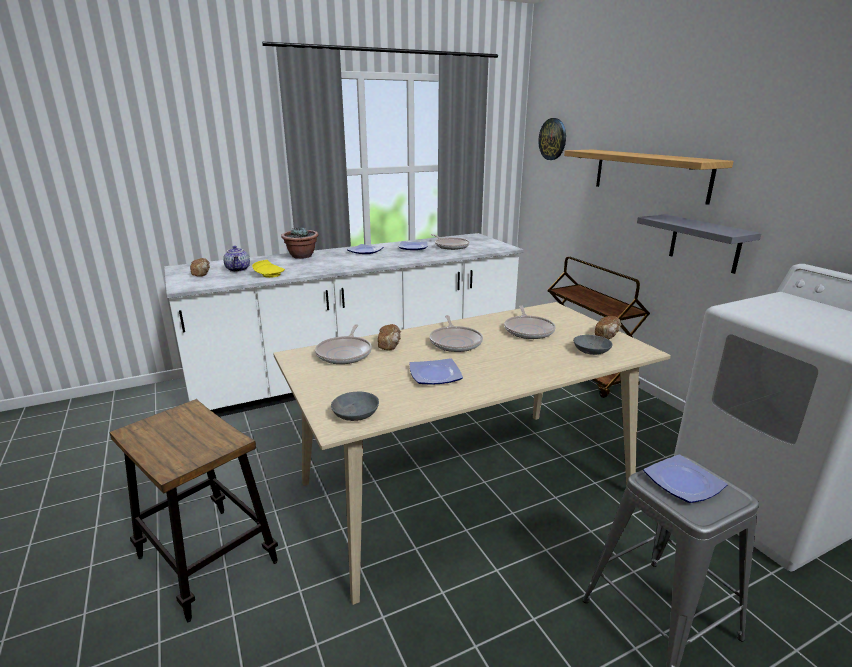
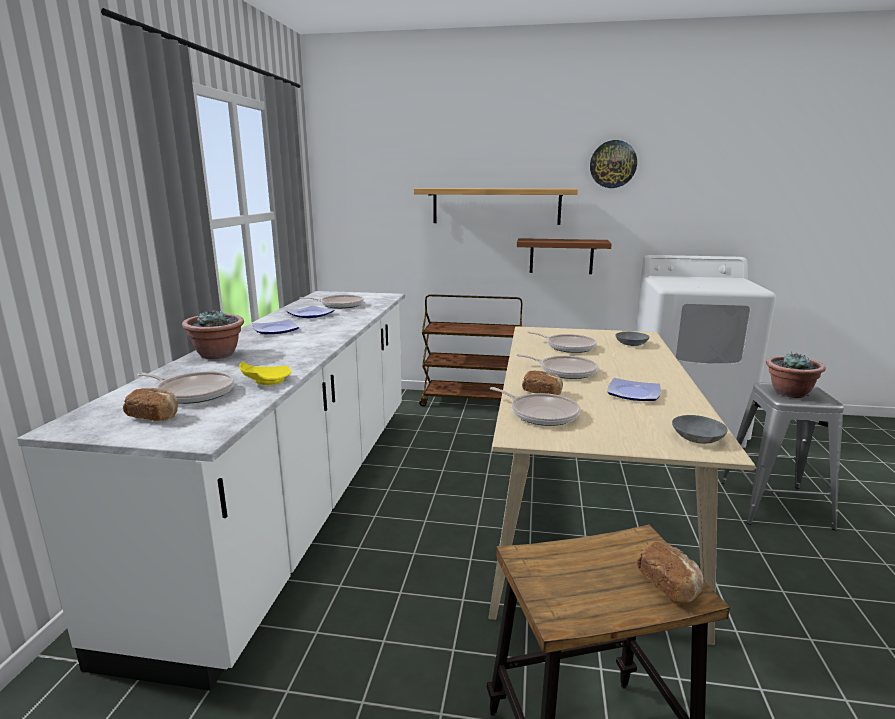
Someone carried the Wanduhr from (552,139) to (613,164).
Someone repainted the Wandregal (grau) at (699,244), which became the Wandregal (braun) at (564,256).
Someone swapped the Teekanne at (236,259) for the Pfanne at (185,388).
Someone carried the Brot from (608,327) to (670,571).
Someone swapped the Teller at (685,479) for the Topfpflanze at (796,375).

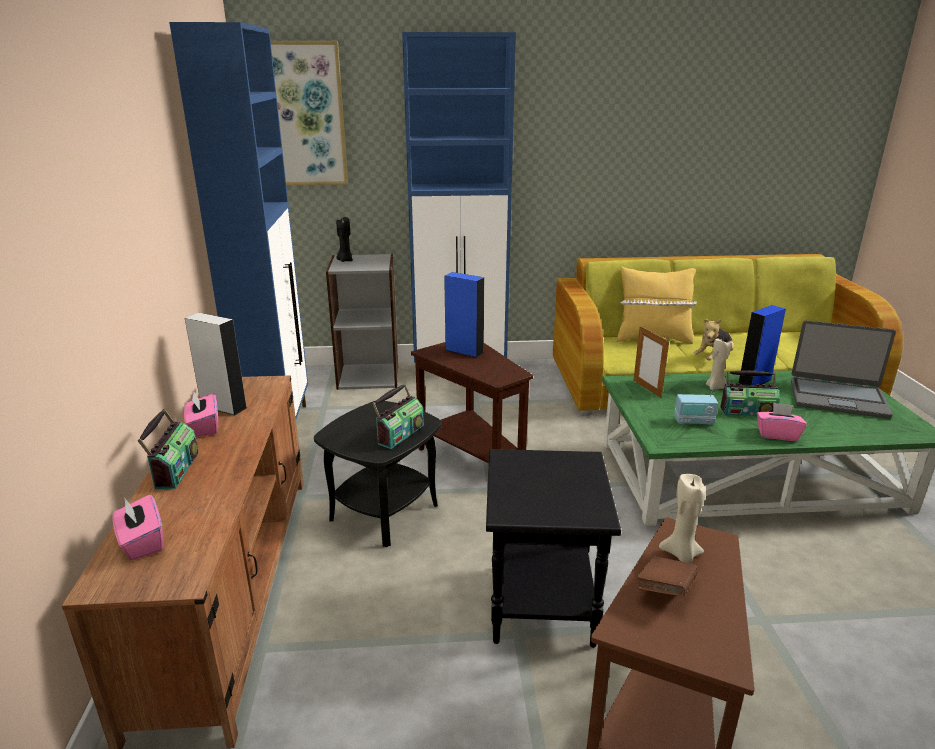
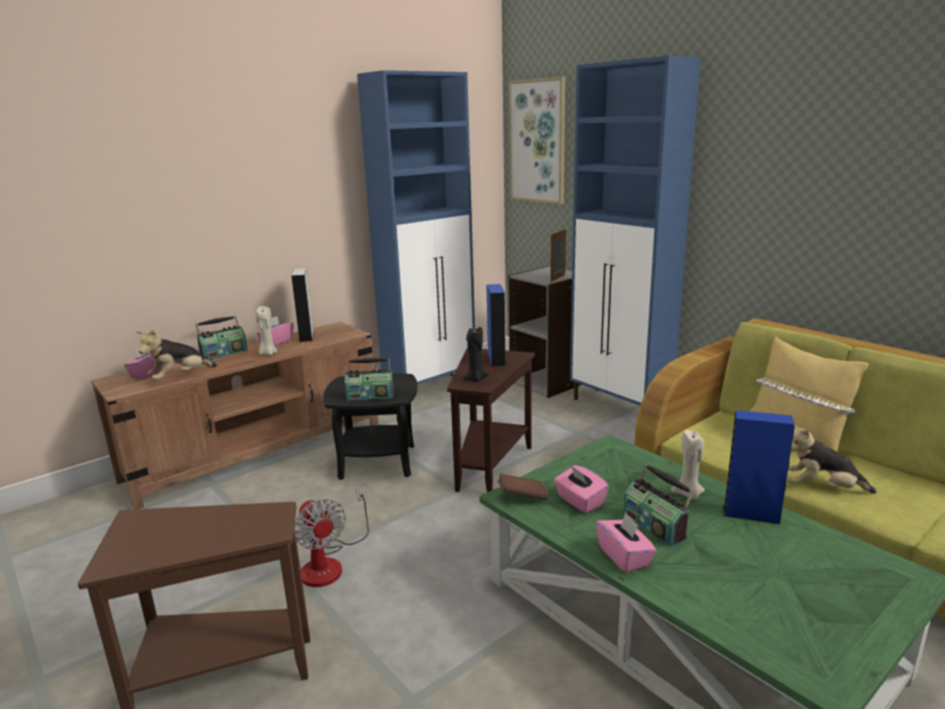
Someone carried the Kerze (schwarz) from (344,239) to (476,354).
Someone took away the Laptop at (843,369).
Someone carried the Bilderrahmen from (651,362) to (558,255).
Someone swapped the Radio at (696,403) for the Taschentuchbox (rosa) at (581,489).
Someone swapped the Beistelltisch (schwarz) at (553,548) for the Ventilator at (332,536).
Someone carried the Kerze (beige) from (682,518) to (266,330).
Someone carried the Buch (braun) from (667,576) to (523,486).
Someone put down the Plüschtier at (176,355).

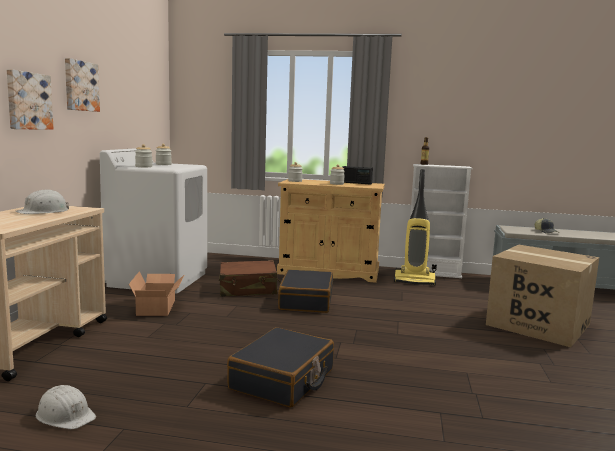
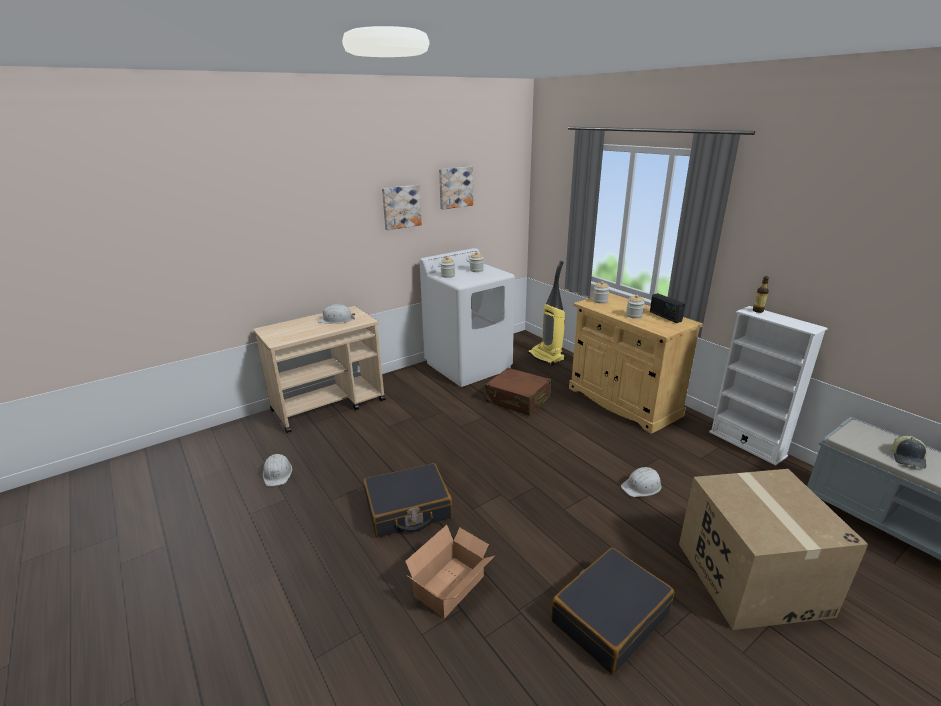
Someone carried the Bild from (30,99) to (456,188).
Someone carried the Staubsauger from (415,227) to (547,313).
Someone carried the Koffer (schwarz) from (305,291) to (612,611).
Someone carried the Karton from (157,293) to (449,571).
Someone put down the Schutzhelm (weiß) at (641,482).

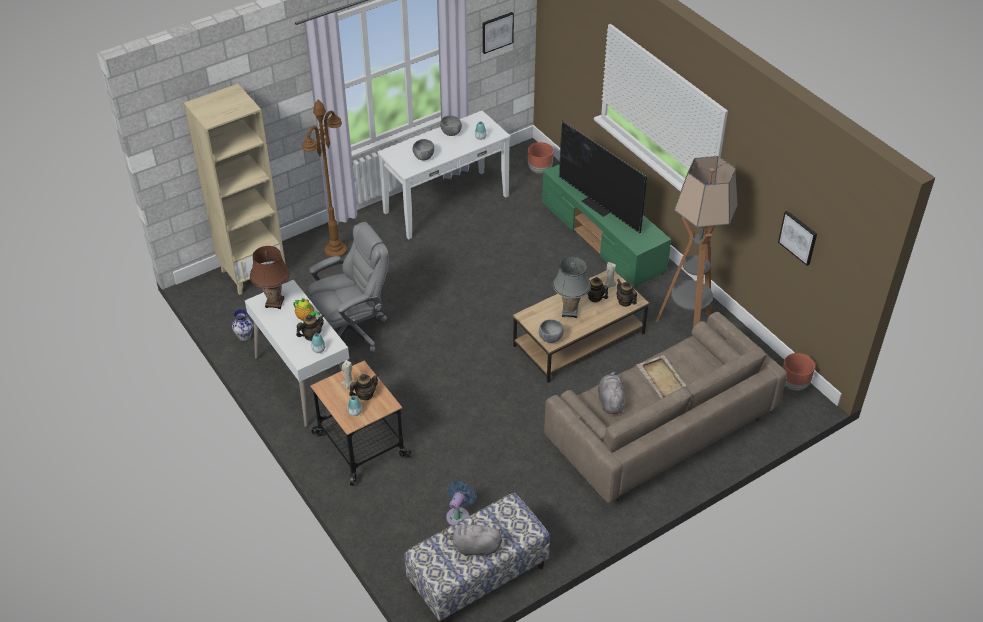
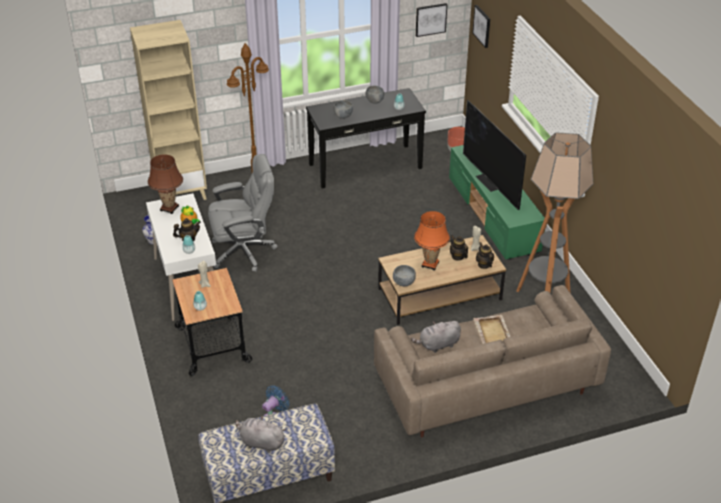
Someone repainted the Konsolentisch (weiß) at (444,175), which became the Konsolentisch (schwarz) at (366,138).
Someone carried the Bild from (797,238) to (481,26).
Someone repainted the Tischlampe (grau) at (572,287), which became the Tischlampe (orange) at (432,240).
Someone took away the Pflanzkübel (braun) at (799,372).
Someone rotated the Plüschtier (grau) at (611,392) by 120 degrees counterclockwise.
Someone took away the Teekanne at (364,387).

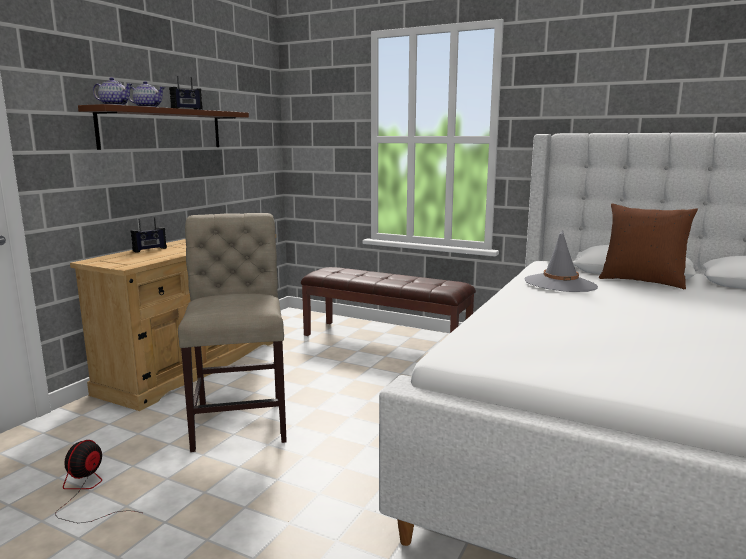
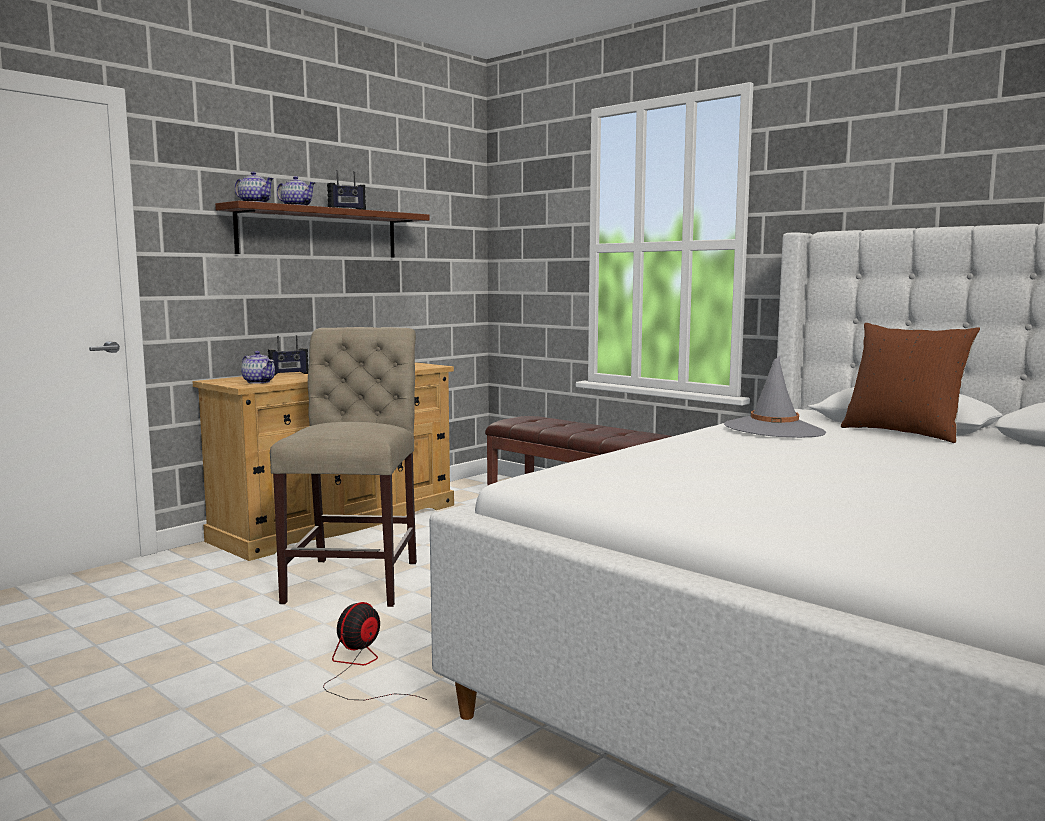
Someone carried the Ventilator from (98,481) to (375,651).
Someone put down the Teekanne at (258,367).

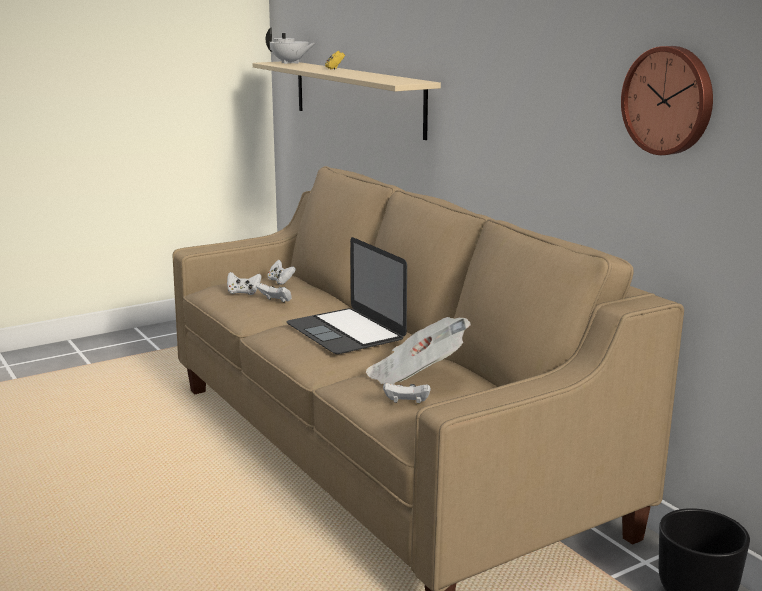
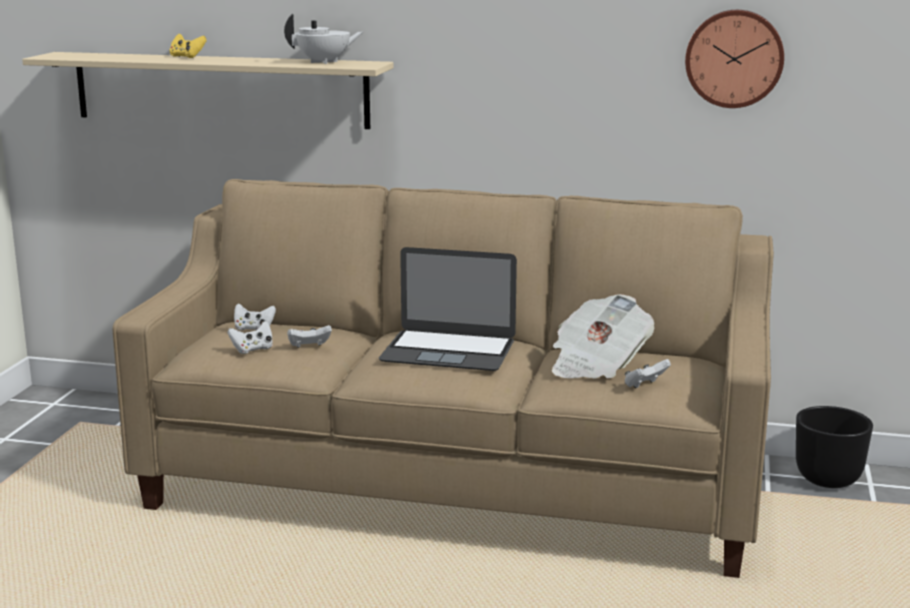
Someone carried the Teekanne (weiß) from (290,45) to (323,39).

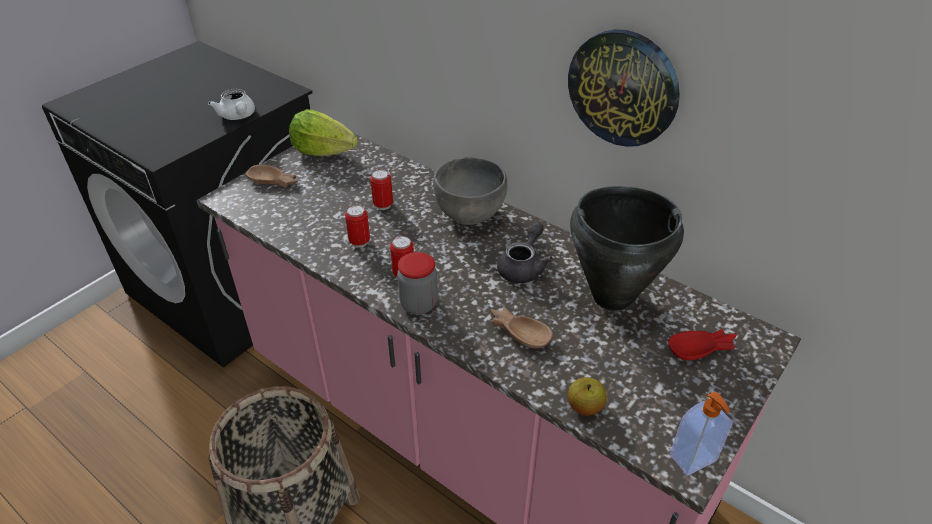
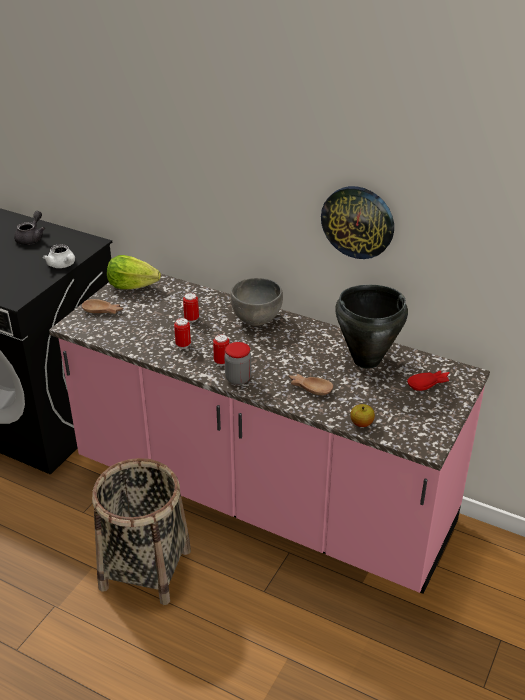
Someone carried the Teekanne (grau) from (525,252) to (29,228).
Someone took away the Seifenspender at (701,433).

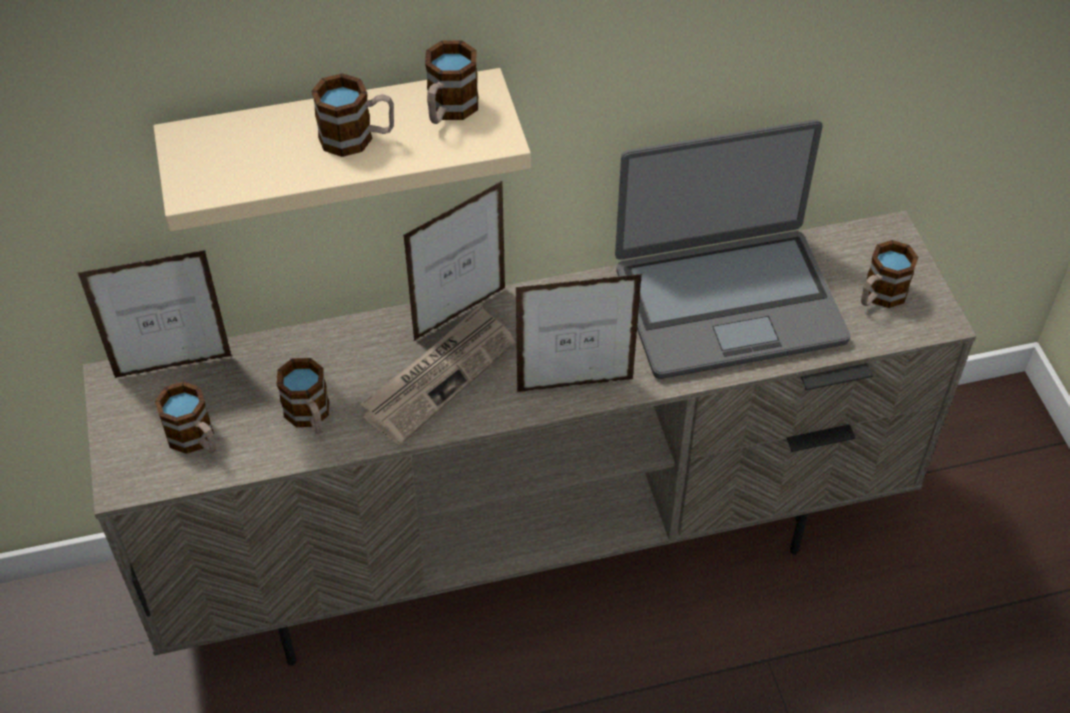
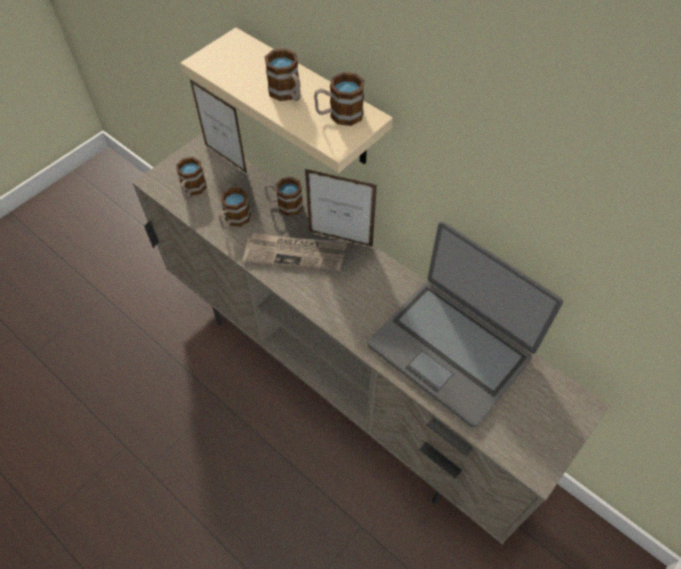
Someone carried the Henkelbecher from (890,274) to (283,196).
Someone took away the Bilderrahmen at (579,333).

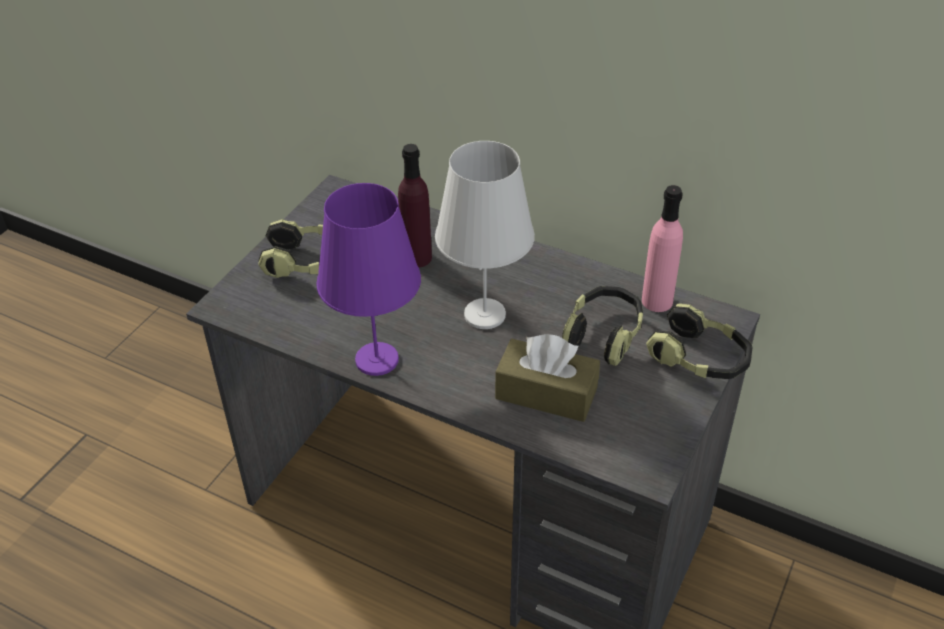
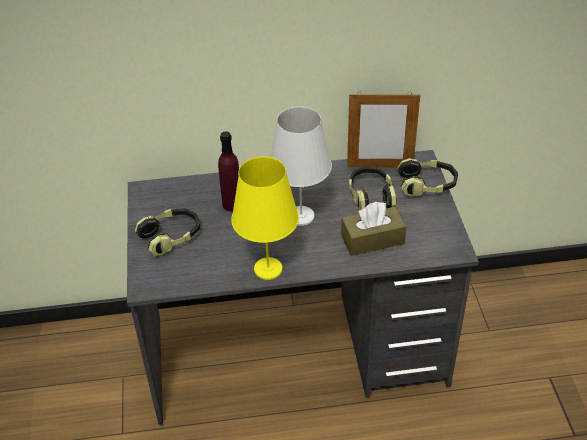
Someone repainted the Tischlampe (lila) at (368,279), which became the Tischlampe (gelb) at (265,218).
Someone swapped the Flasche (rosa) at (662,248) for the Bilderrahmen at (383,130).

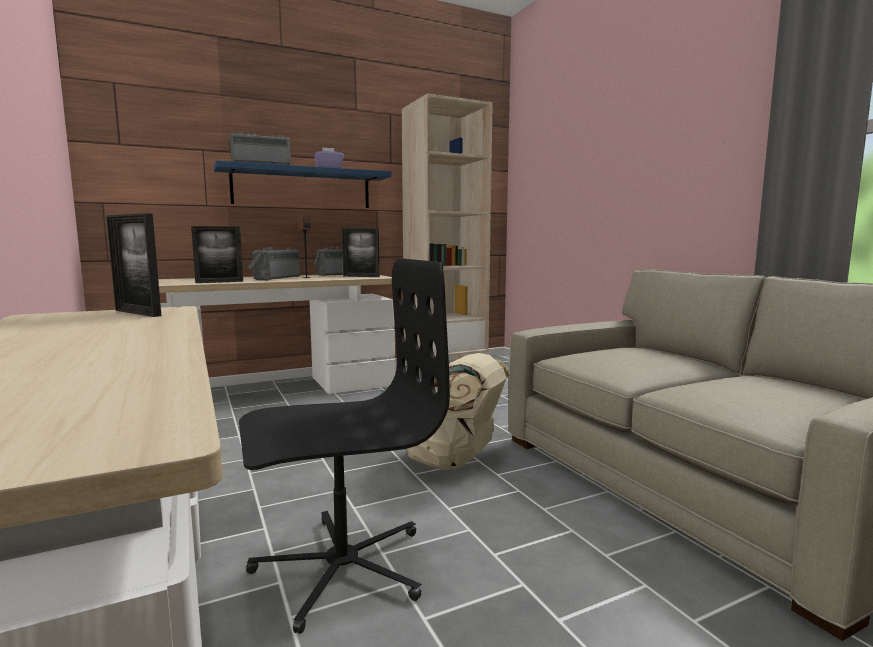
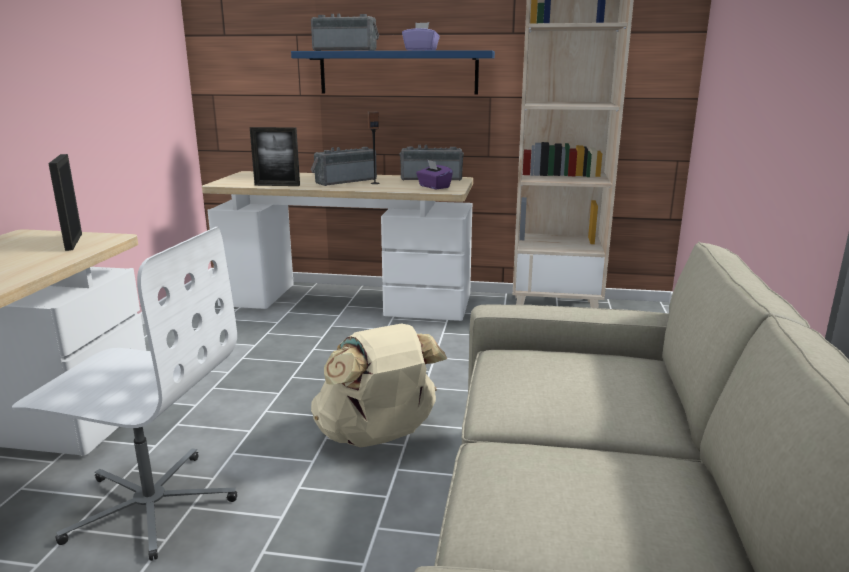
Someone swapped the Bilderrahmen at (361,252) for the Taschentuchbox (lila) at (434,174).
Someone repainted the Bürostuhl (schwarz) at (344,446), which became the Bürostuhl (weiß) at (124,394).

